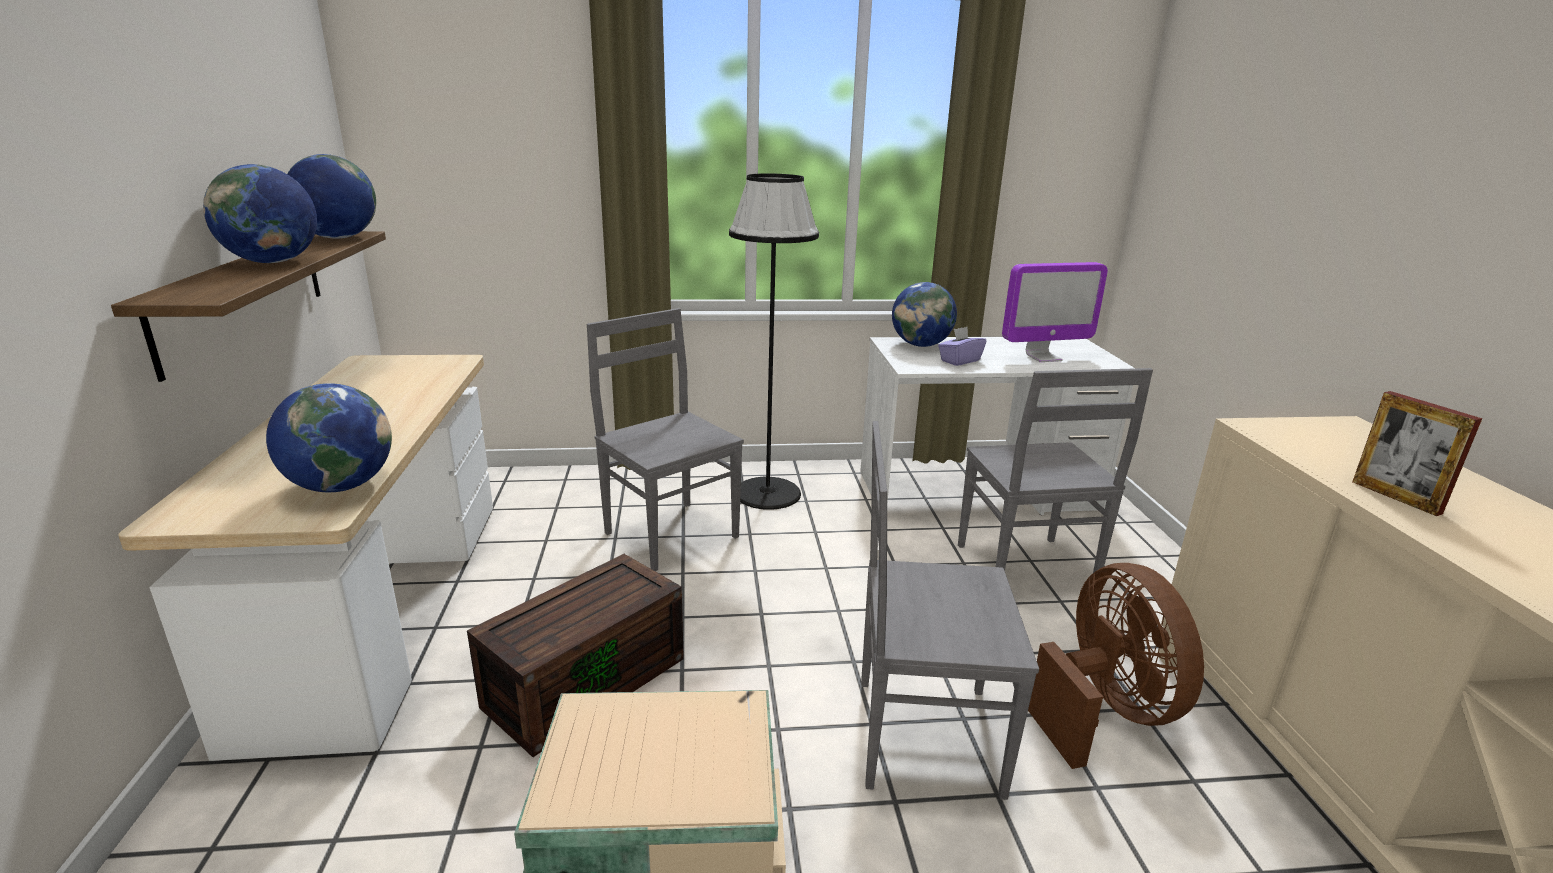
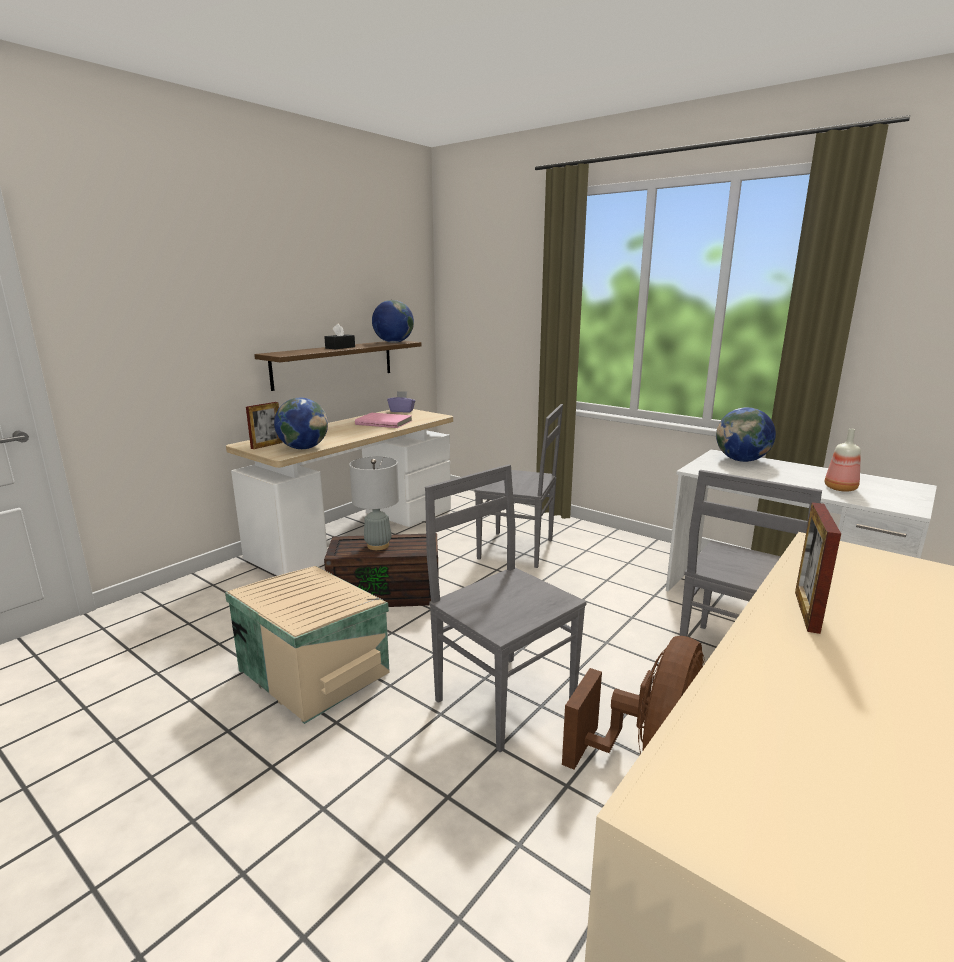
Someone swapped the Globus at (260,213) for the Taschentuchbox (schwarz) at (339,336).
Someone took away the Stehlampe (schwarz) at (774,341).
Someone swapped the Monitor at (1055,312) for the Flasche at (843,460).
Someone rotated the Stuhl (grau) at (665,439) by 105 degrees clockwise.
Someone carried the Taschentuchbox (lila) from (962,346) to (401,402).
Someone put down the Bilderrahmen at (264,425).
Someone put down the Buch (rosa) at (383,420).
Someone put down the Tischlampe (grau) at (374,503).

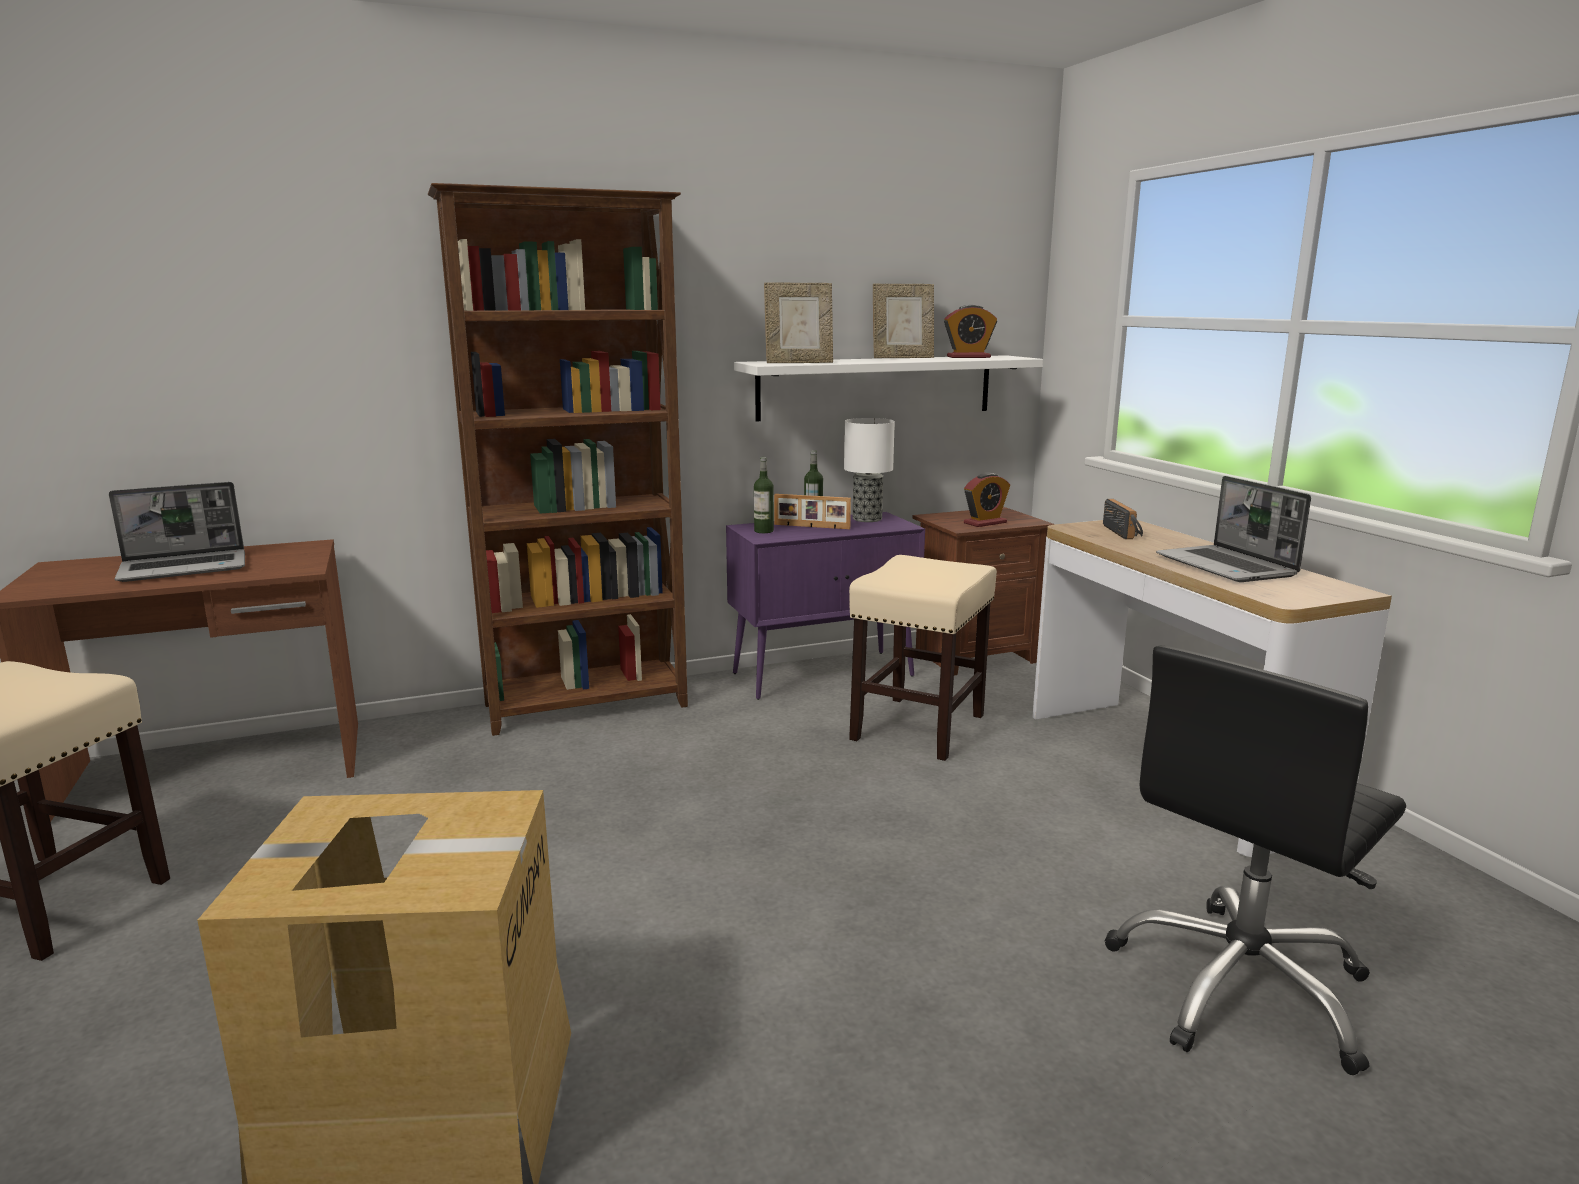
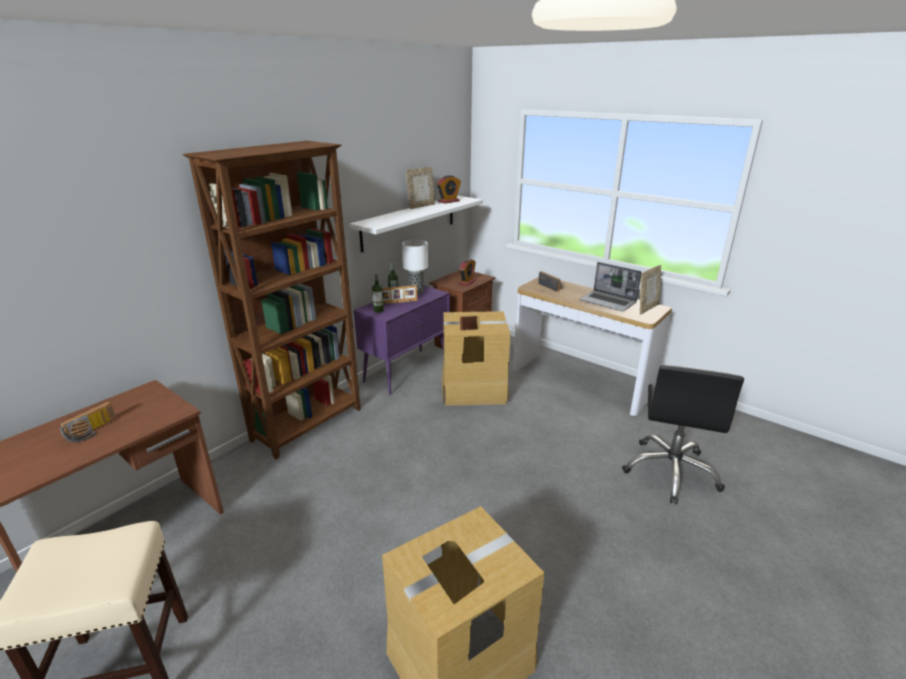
Someone carried the Bilderrahmen from (798,322) to (650,289).
Someone swapped the Laptop at (177,532) for the Radio at (88,422).
Someone swapped the Hocker (beige) at (923,658) for the Karton at (476,358).

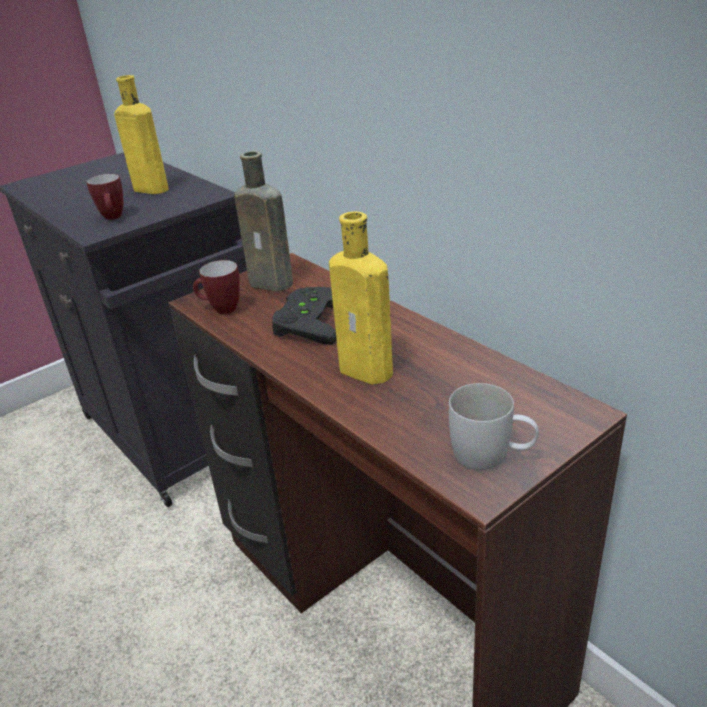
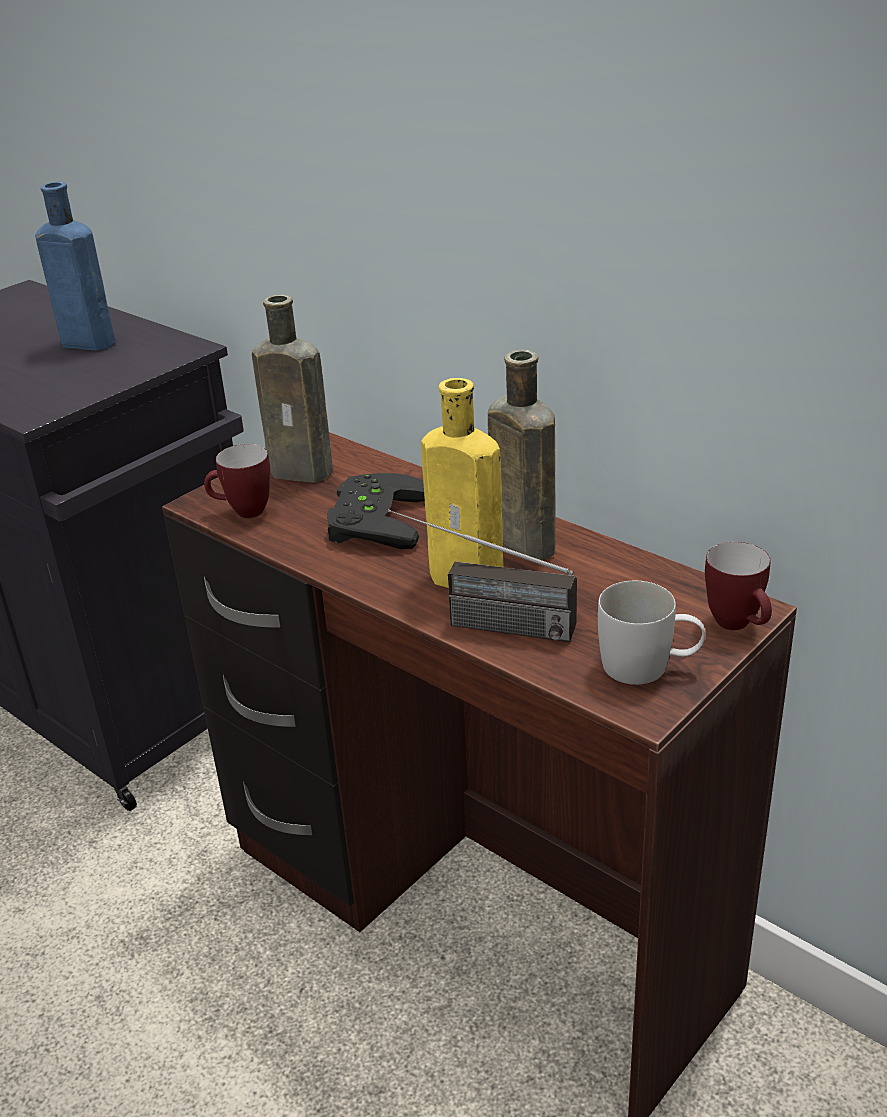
Someone repainted the Flasche (gelb) at (141,134), which became the Flasche (blau) at (75,266).
Someone carried the Henkelbecher from (105,197) to (738,586).
Someone put down the Flasche (braun) at (522,455).
Someone put down the Radio at (482,575).

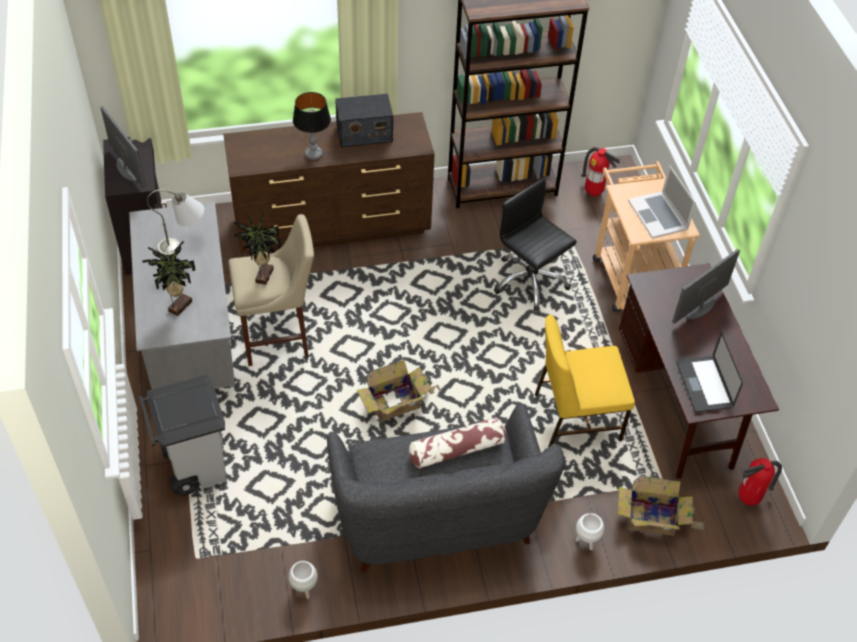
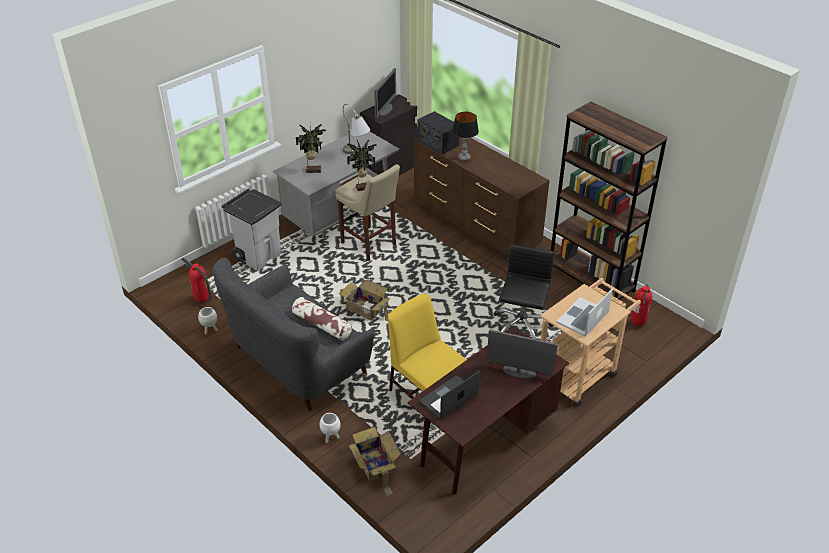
Someone carried the Radio from (364,120) to (438,133).
Someone carried the Feuerlöscher from (760,482) to (197,280).

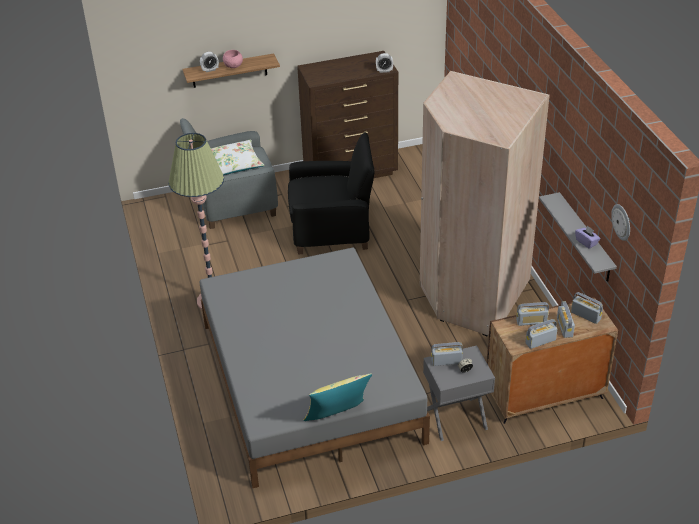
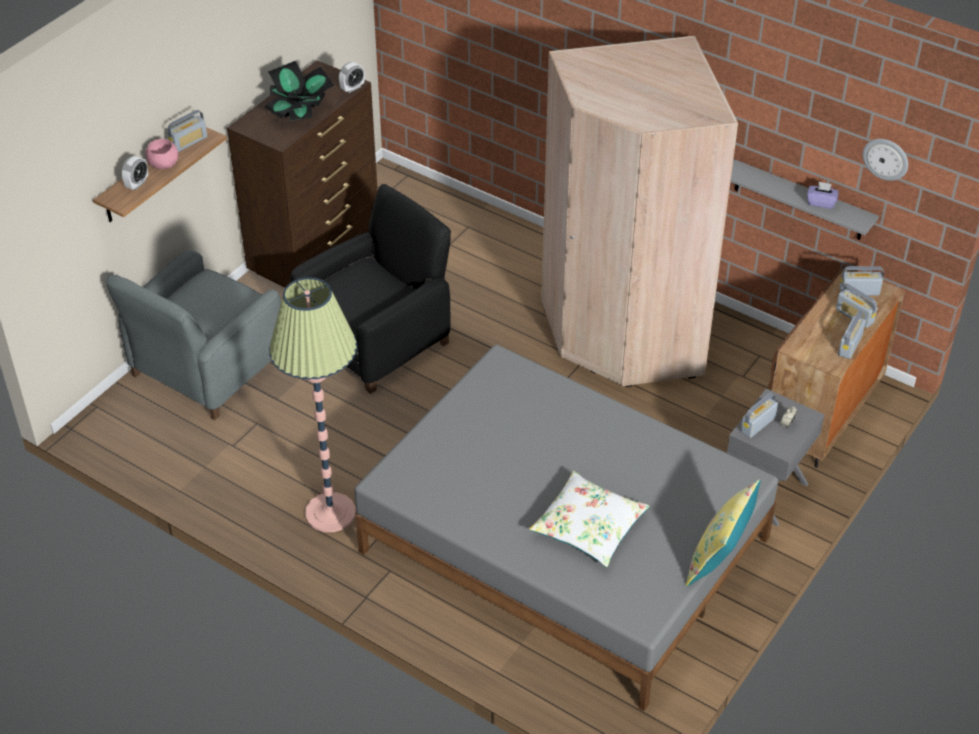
Someone carried the Kissen (weiß) from (238,157) to (589,519).
Someone carried the Radio from (532,314) to (187,131).
Someone put down the Topfpflanze at (299,91).

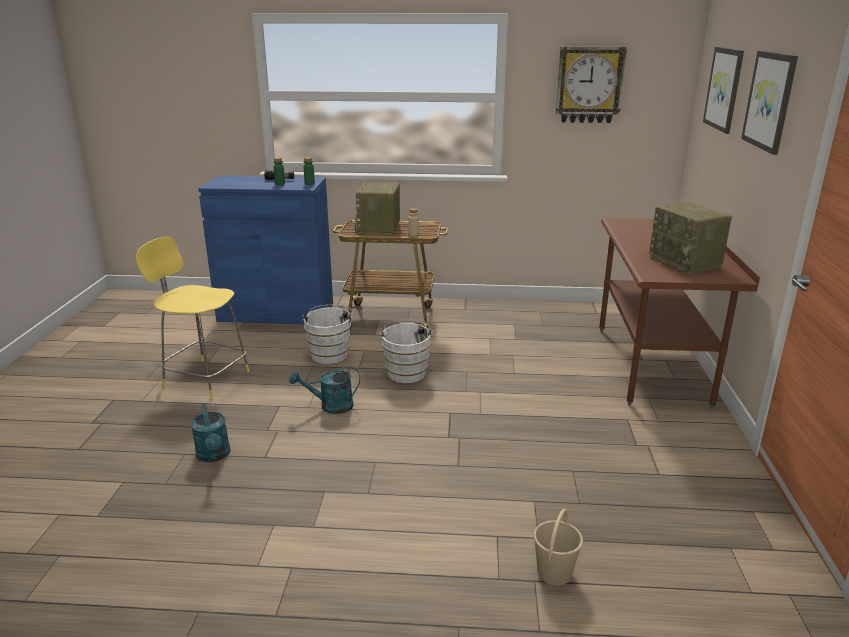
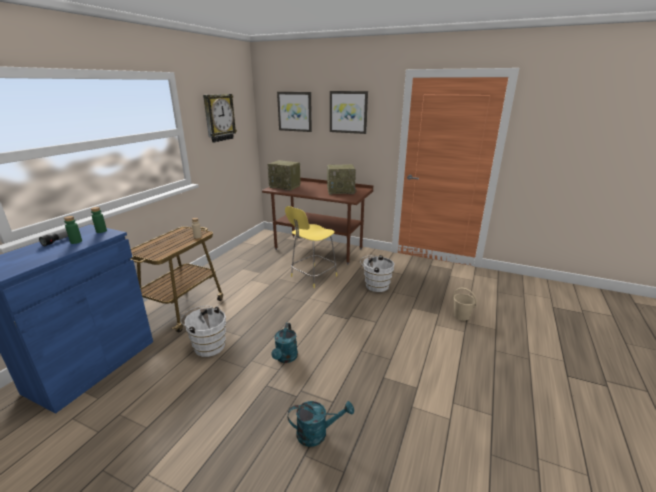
Someone carried the Radio from (377,209) to (284,175).
Someone carried the Hocker (gelb) from (192,318) to (311,247).
Someone carried the Eimer (weiß) from (406,351) to (377,273).

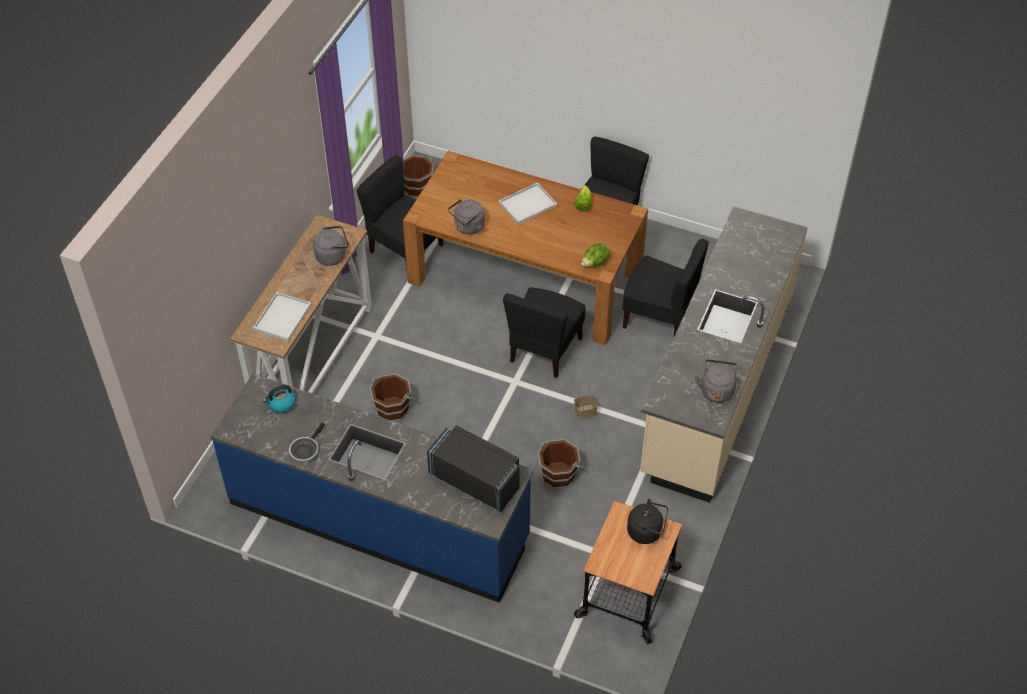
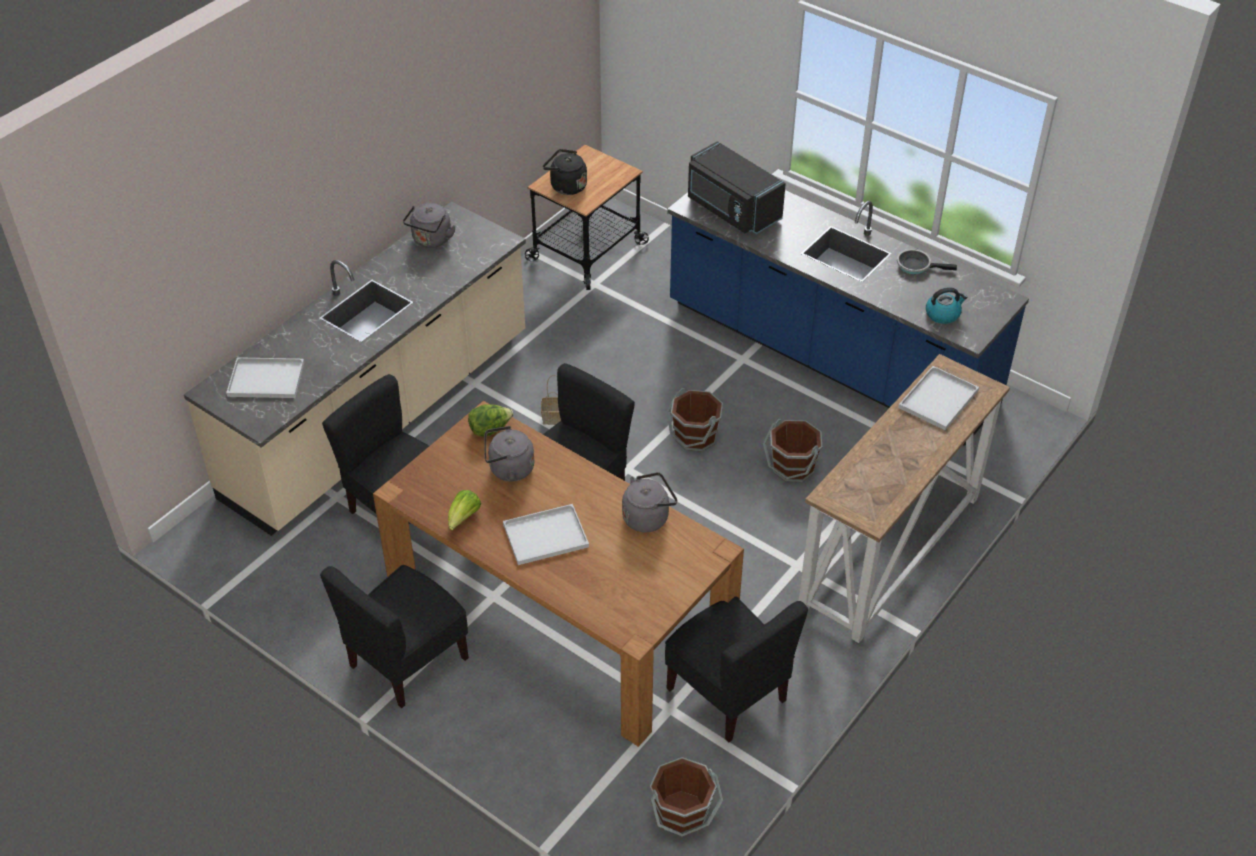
Someone carried the Wasserkessel (grau) from (331,246) to (509,453).
Someone rotated the Pfanne at (306,442) by 120 degrees counterclockwise.
Someone carried the Eimer (braun) from (561,464) to (695,419).
Someone put down the Tablett (weiß) at (265,377).

